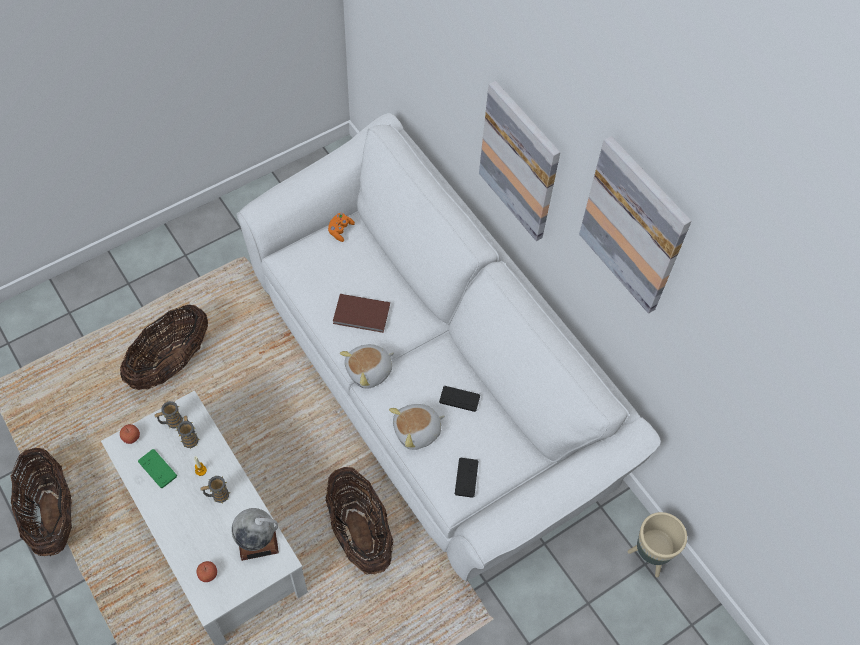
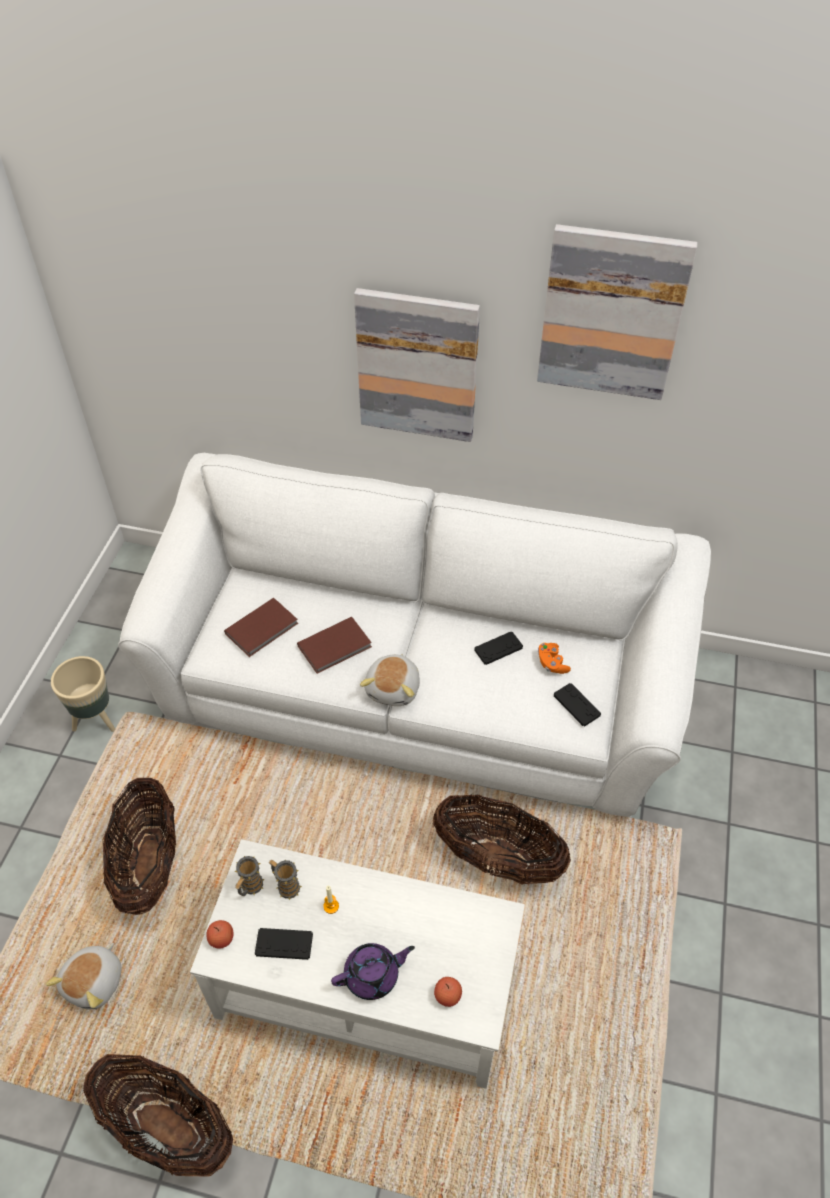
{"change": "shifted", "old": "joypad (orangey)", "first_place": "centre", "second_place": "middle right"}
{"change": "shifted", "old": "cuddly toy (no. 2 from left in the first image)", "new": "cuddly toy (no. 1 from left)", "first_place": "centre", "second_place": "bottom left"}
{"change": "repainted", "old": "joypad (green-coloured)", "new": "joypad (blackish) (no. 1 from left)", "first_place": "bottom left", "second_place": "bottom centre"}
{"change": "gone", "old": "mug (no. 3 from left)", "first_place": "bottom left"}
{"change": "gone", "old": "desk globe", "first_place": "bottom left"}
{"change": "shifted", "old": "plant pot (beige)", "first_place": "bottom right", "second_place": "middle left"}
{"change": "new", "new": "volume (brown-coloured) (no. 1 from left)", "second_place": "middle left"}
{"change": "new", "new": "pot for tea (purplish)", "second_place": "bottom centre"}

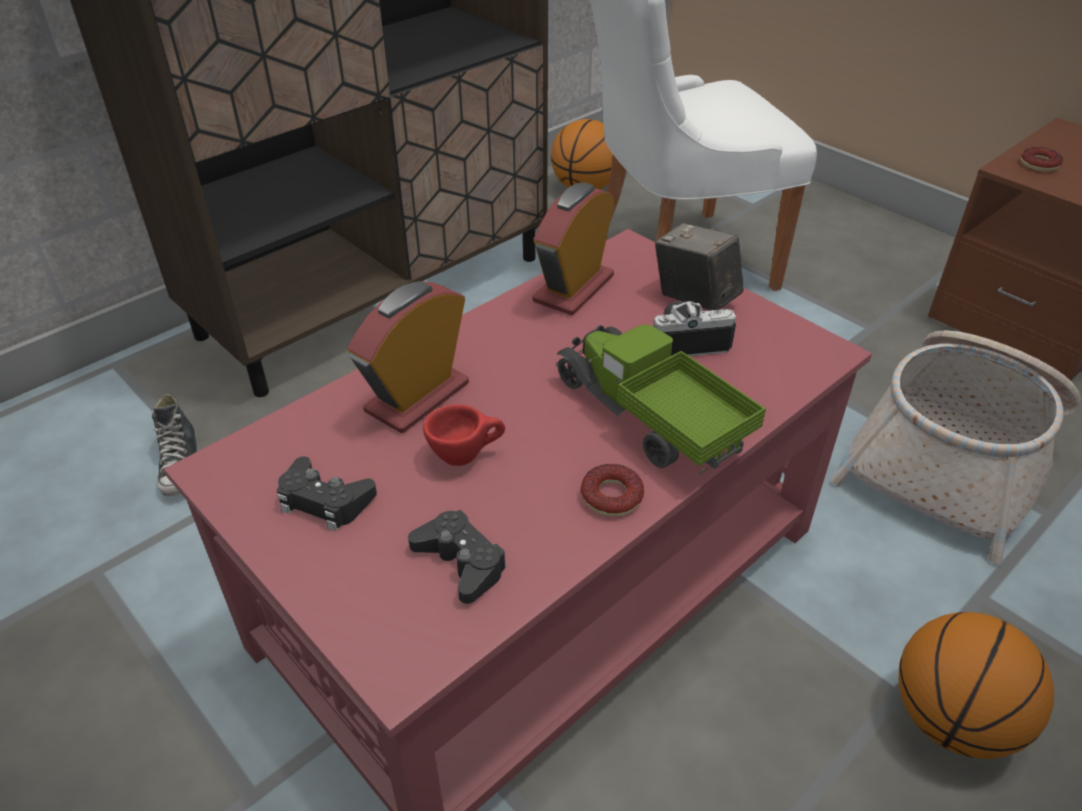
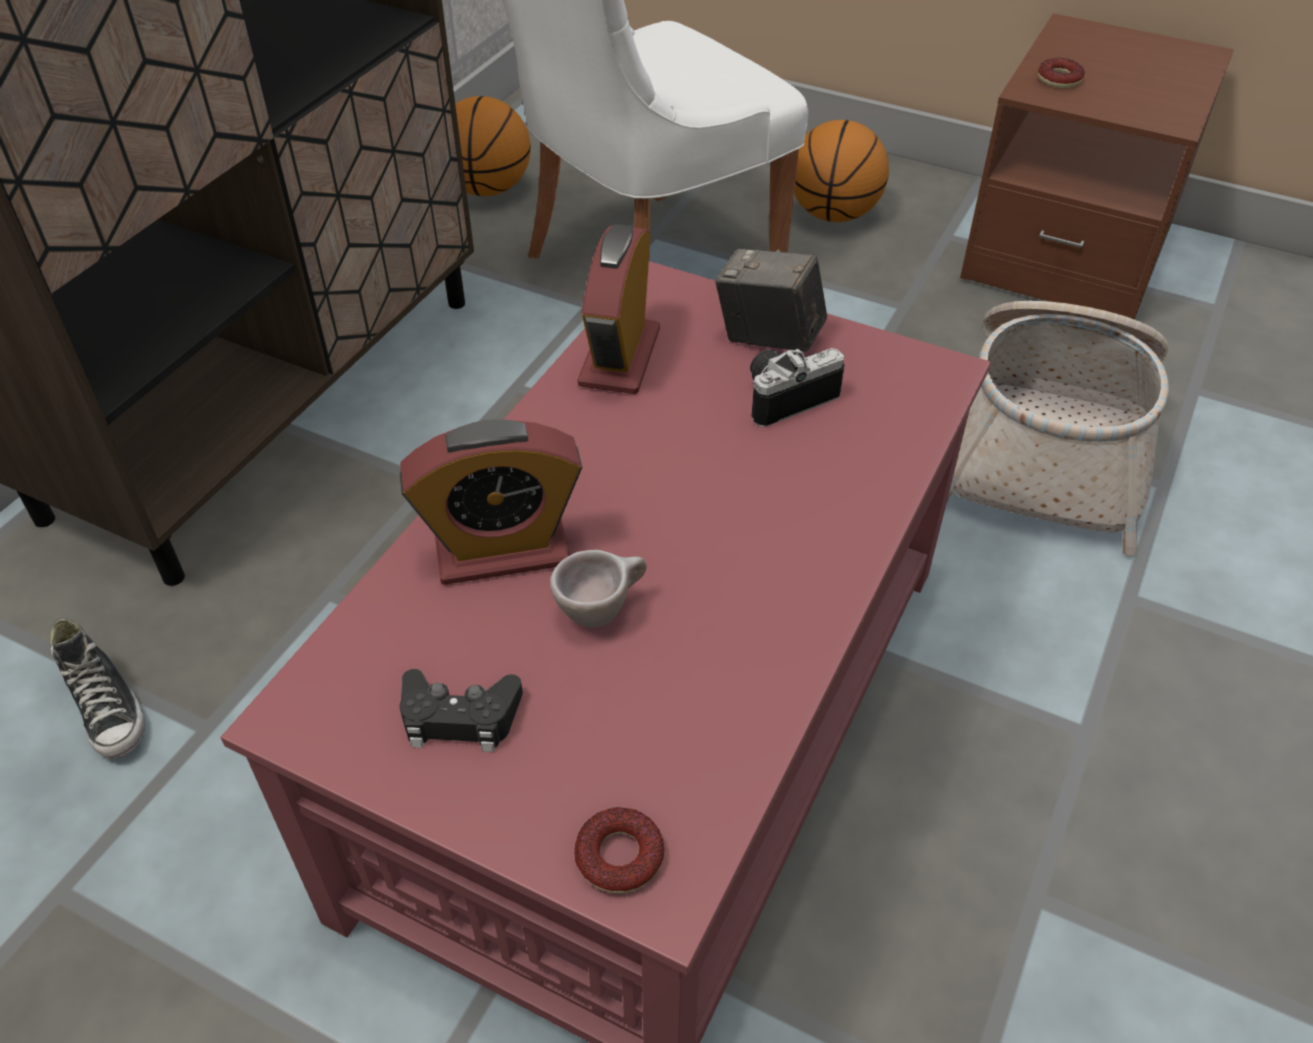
{"change": "rotated", "old": "alarm clock (no. 1 from left)", "first_place": "centre", "second_place": "centre", "degrees": -120}
{"change": "gone", "old": "toy lorry", "first_place": "centre"}
{"change": "repainted", "old": "cup (reddish)", "new": "cup (beige)", "first_place": "centre", "second_place": "centre"}
{"change": "shifted", "old": "ring doughnut (no. 1 from left)", "first_place": "centre", "second_place": "bottom centre"}
{"change": "gone", "old": "joypad (blackish) (no. 2 from left)", "first_place": "bottom centre"}
{"change": "shifted", "old": "ball for basketball (no. 2 from left)", "first_place": "bottom right", "second_place": "top centre"}

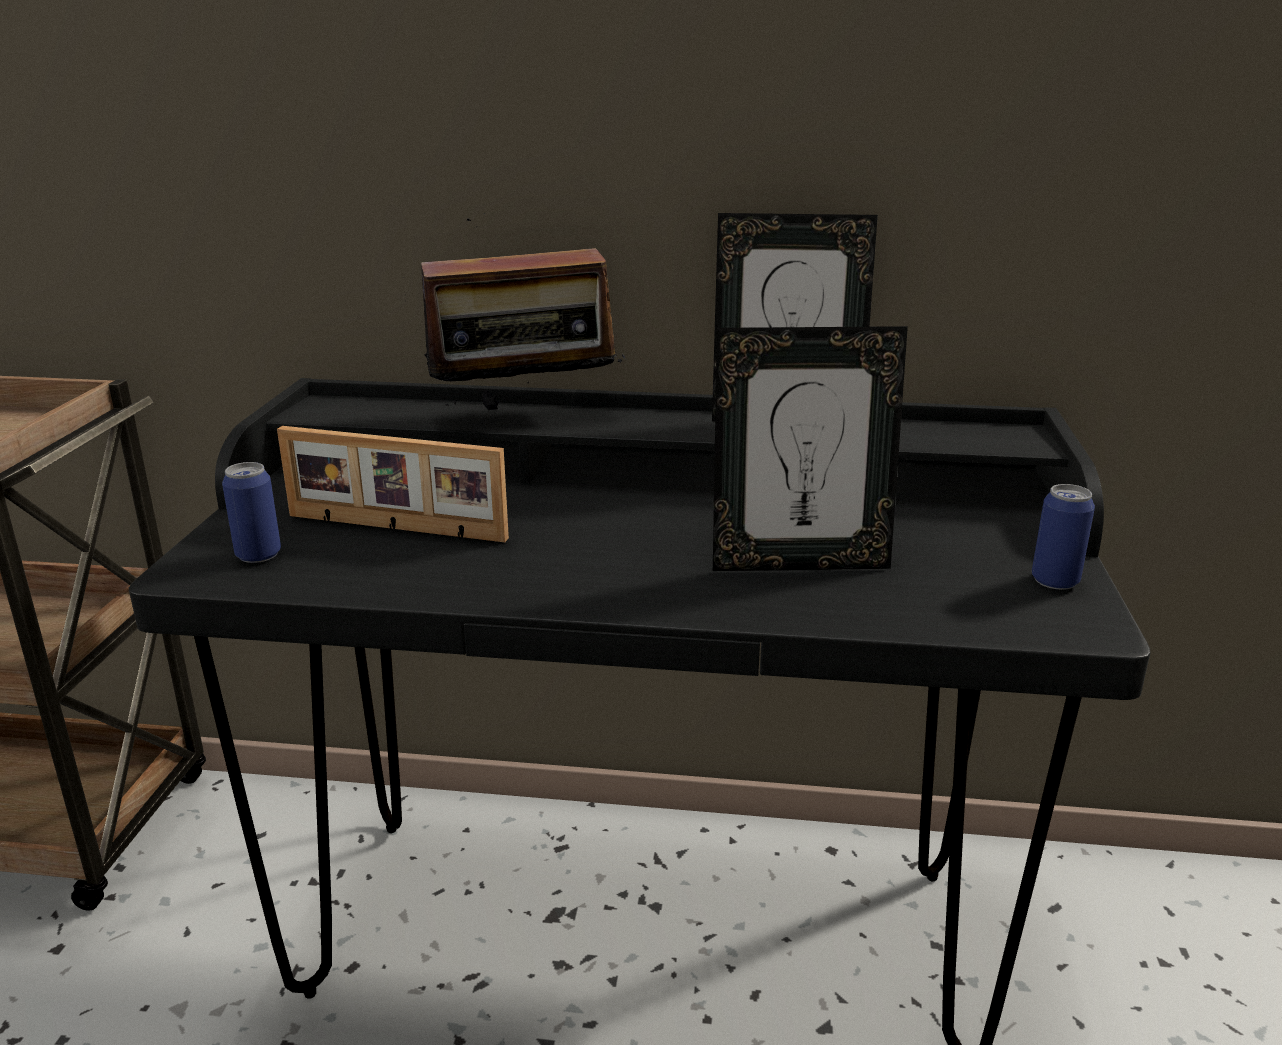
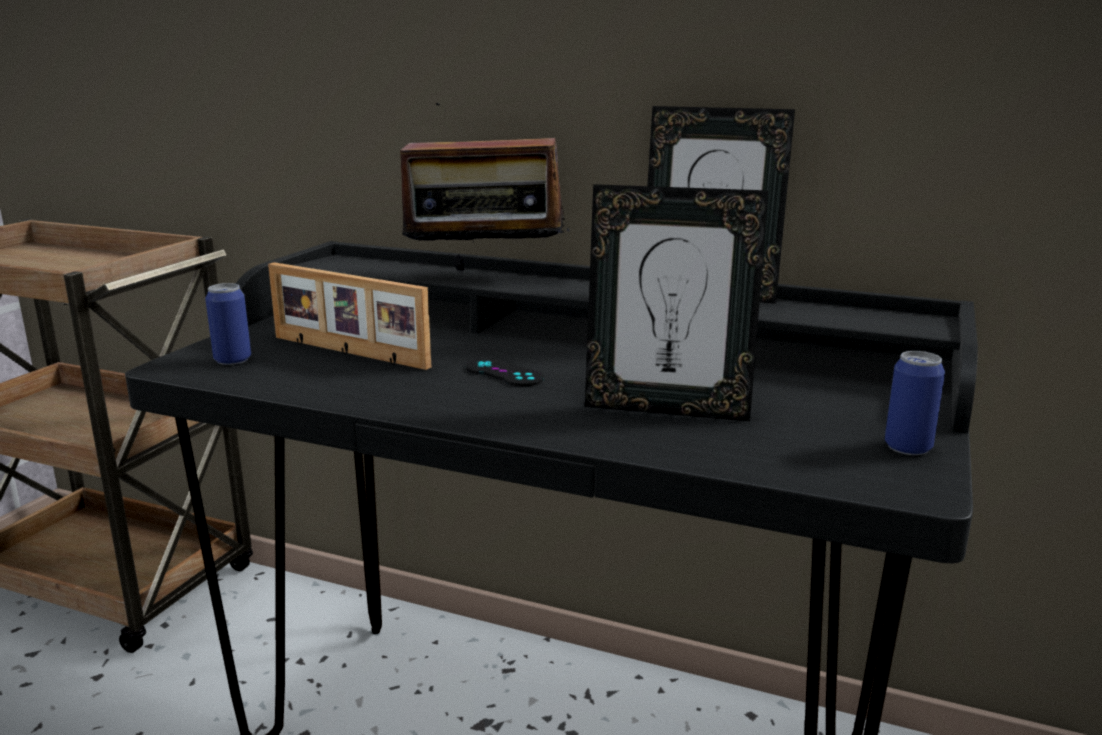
{"change": "new", "new": "joypad (blackish)", "second_place": "centre"}

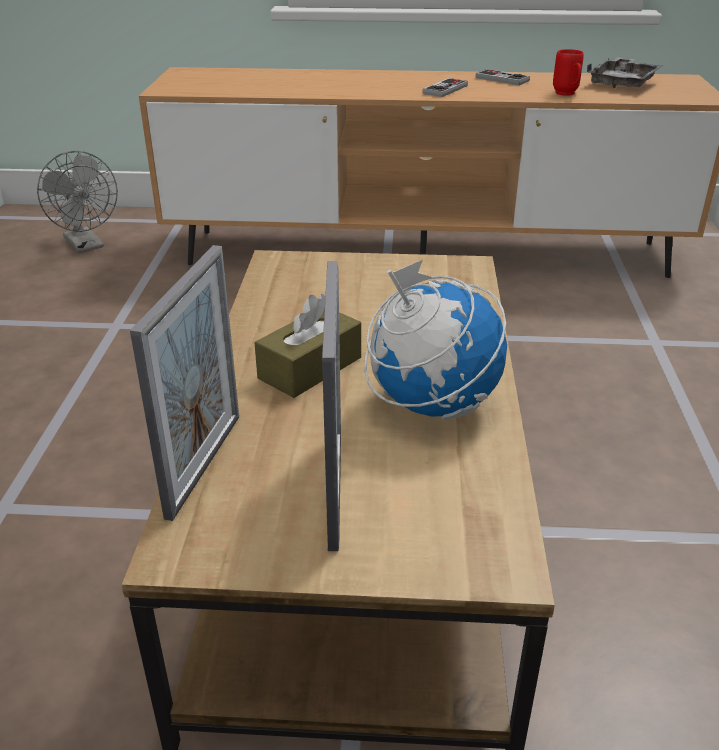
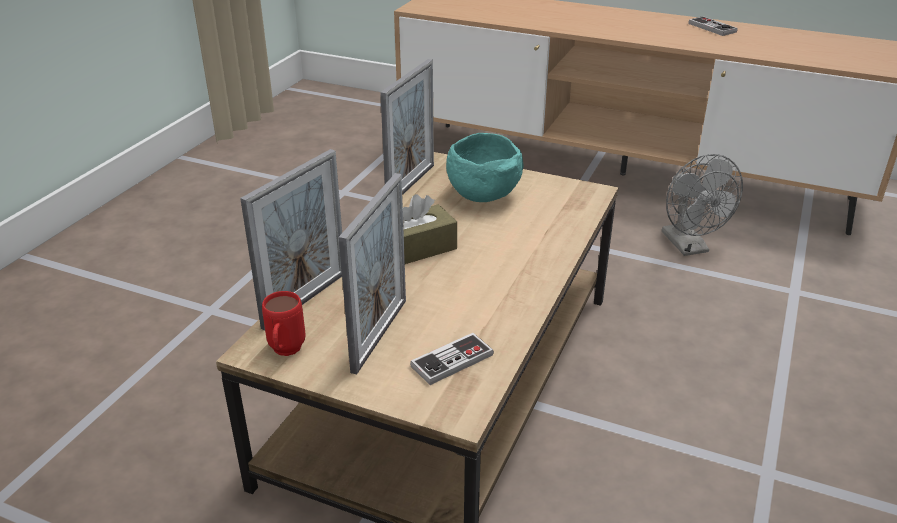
{"change": "shifted", "old": "mug (reddish)", "first_place": "top right", "second_place": "middle left"}
{"change": "gone", "old": "serving tray (gray)", "first_place": "top right"}
{"change": "shifted", "old": "joypad (no. 1 from left)", "first_place": "top centre", "second_place": "bottom centre"}
{"change": "shifted", "old": "electric fan (gray)", "first_place": "top left", "second_place": "middle right"}
{"change": "gone", "old": "desk globe", "first_place": "centre"}
{"change": "new", "new": "standing frame (no. 3 from left)", "second_place": "top centre"}
{"change": "new", "new": "serving bowl (turquoise-coloured)", "second_place": "top centre"}

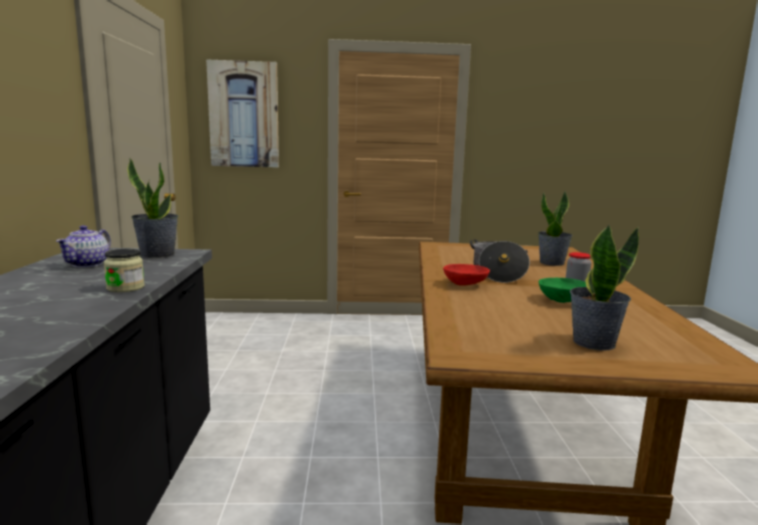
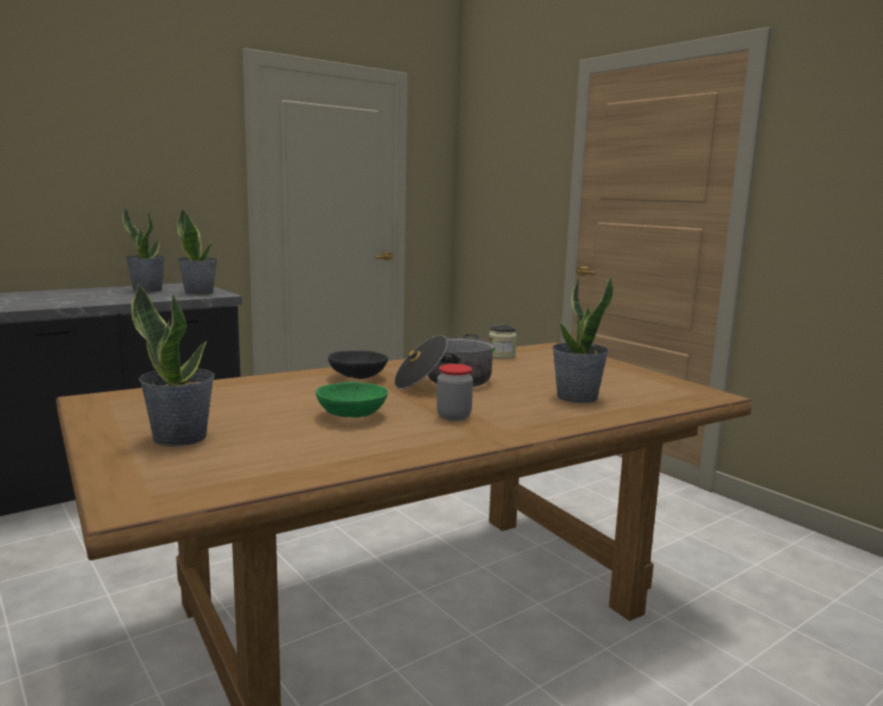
{"change": "gone", "old": "wall picture", "first_place": "top left"}
{"change": "swapped", "old": "pot for tea", "new": "potted plant (no. 1 from left)", "first_place": "middle left", "second_place": "middle left"}
{"change": "shifted", "old": "storage jar (no. 1 from left in the first image)", "new": "storage jar (no. 2 from left)", "first_place": "middle left", "second_place": "centre"}
{"change": "repainted", "old": "serving bowl (reddish)", "new": "serving bowl (blackish)", "first_place": "centre", "second_place": "centre"}

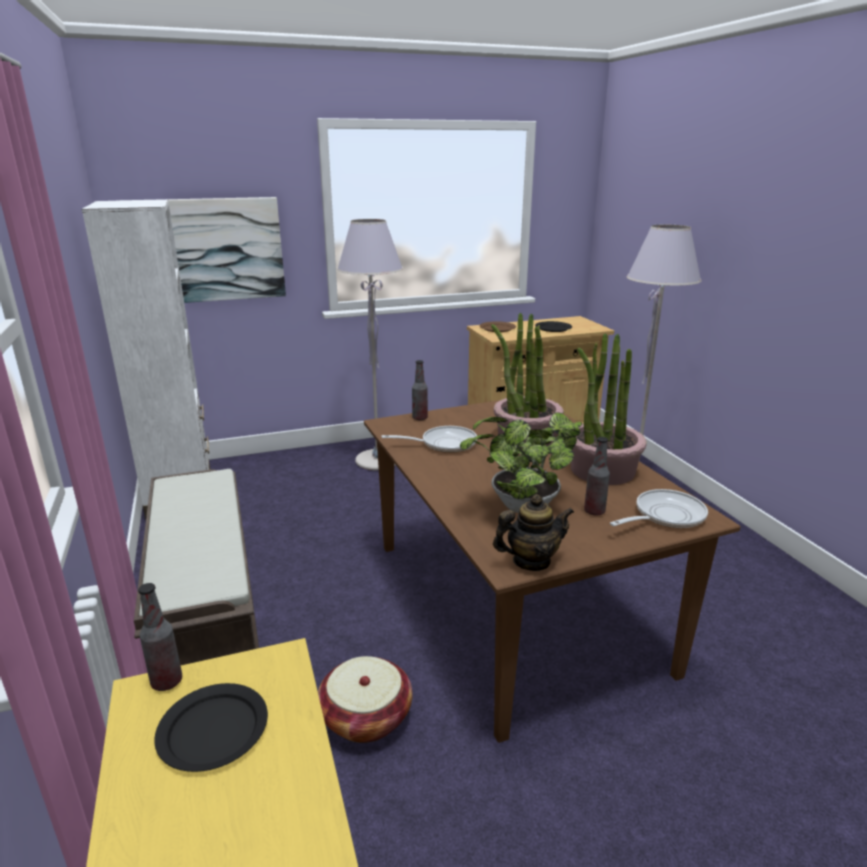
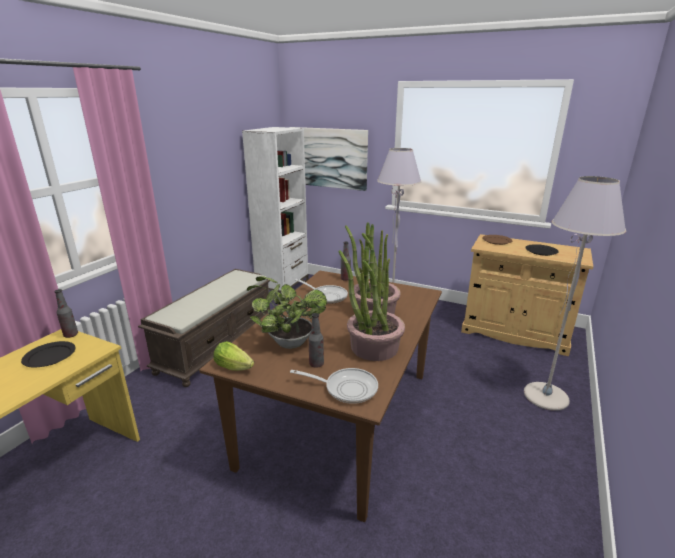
{"change": "swapped", "old": "pot for tea", "new": "head of lettuce", "first_place": "centre", "second_place": "centre"}
{"change": "gone", "old": "storage basket", "first_place": "bottom centre"}

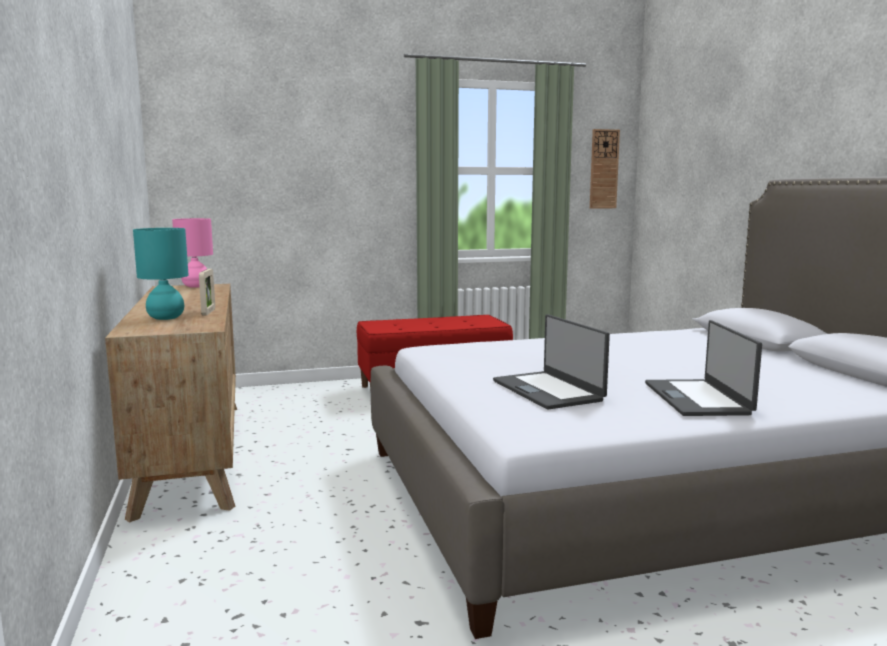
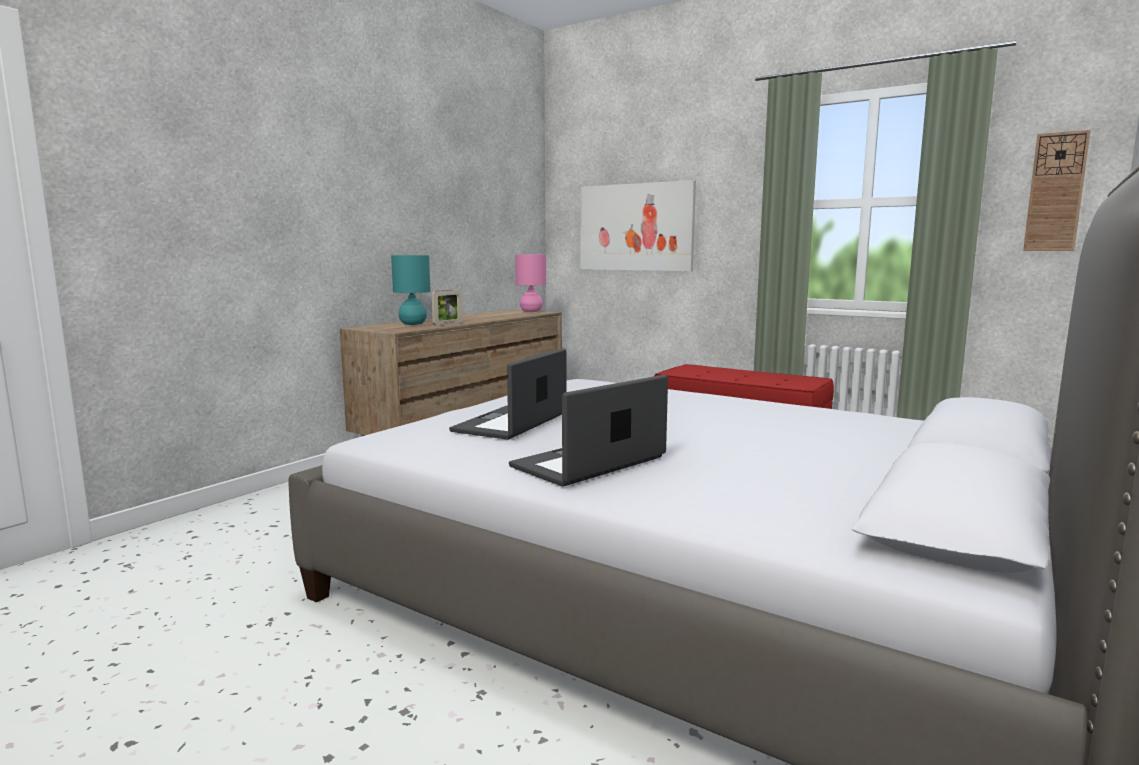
{"change": "new", "new": "wall picture", "second_place": "top centre"}

